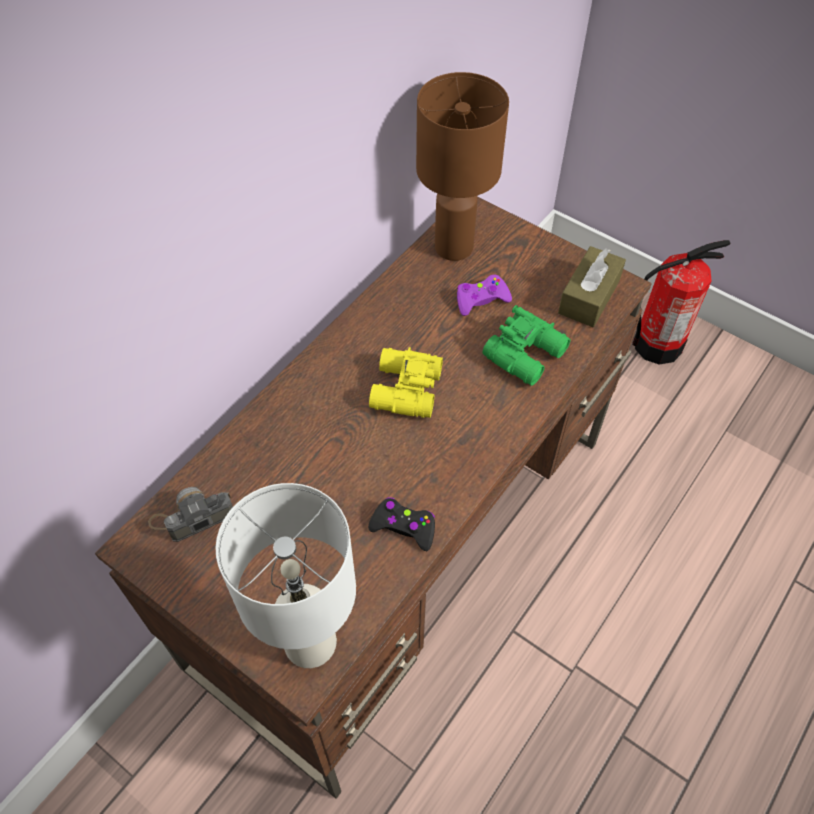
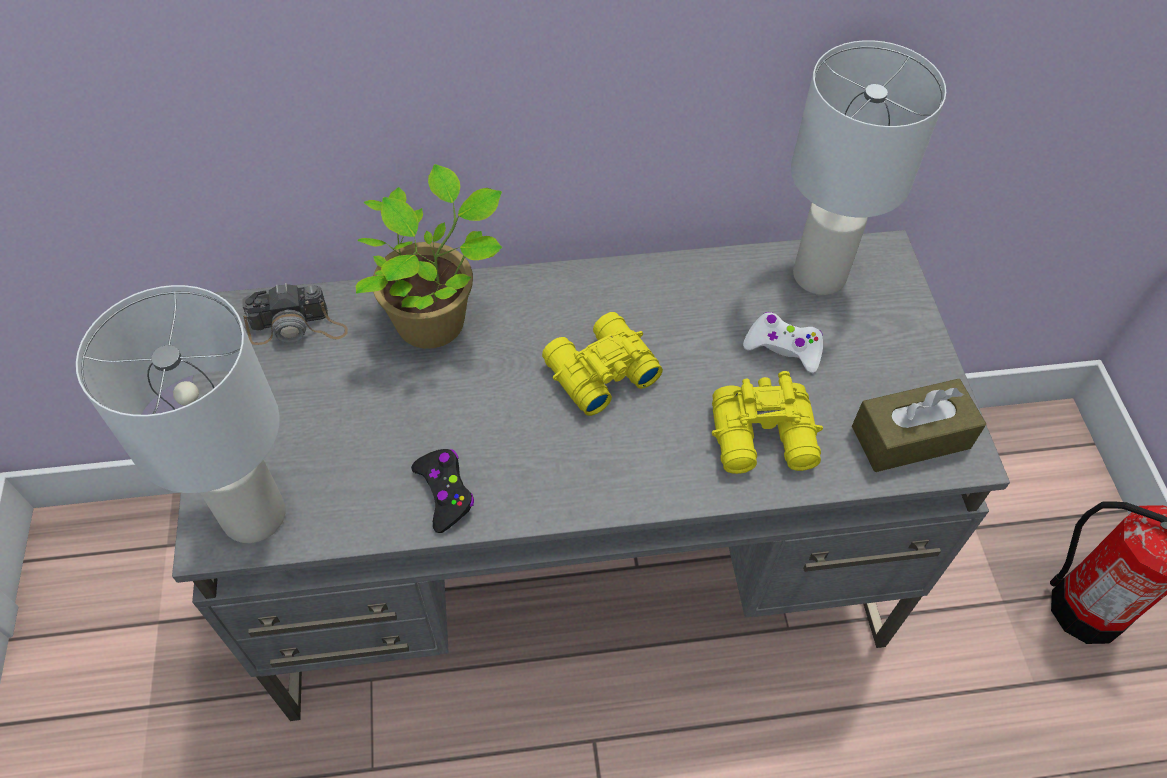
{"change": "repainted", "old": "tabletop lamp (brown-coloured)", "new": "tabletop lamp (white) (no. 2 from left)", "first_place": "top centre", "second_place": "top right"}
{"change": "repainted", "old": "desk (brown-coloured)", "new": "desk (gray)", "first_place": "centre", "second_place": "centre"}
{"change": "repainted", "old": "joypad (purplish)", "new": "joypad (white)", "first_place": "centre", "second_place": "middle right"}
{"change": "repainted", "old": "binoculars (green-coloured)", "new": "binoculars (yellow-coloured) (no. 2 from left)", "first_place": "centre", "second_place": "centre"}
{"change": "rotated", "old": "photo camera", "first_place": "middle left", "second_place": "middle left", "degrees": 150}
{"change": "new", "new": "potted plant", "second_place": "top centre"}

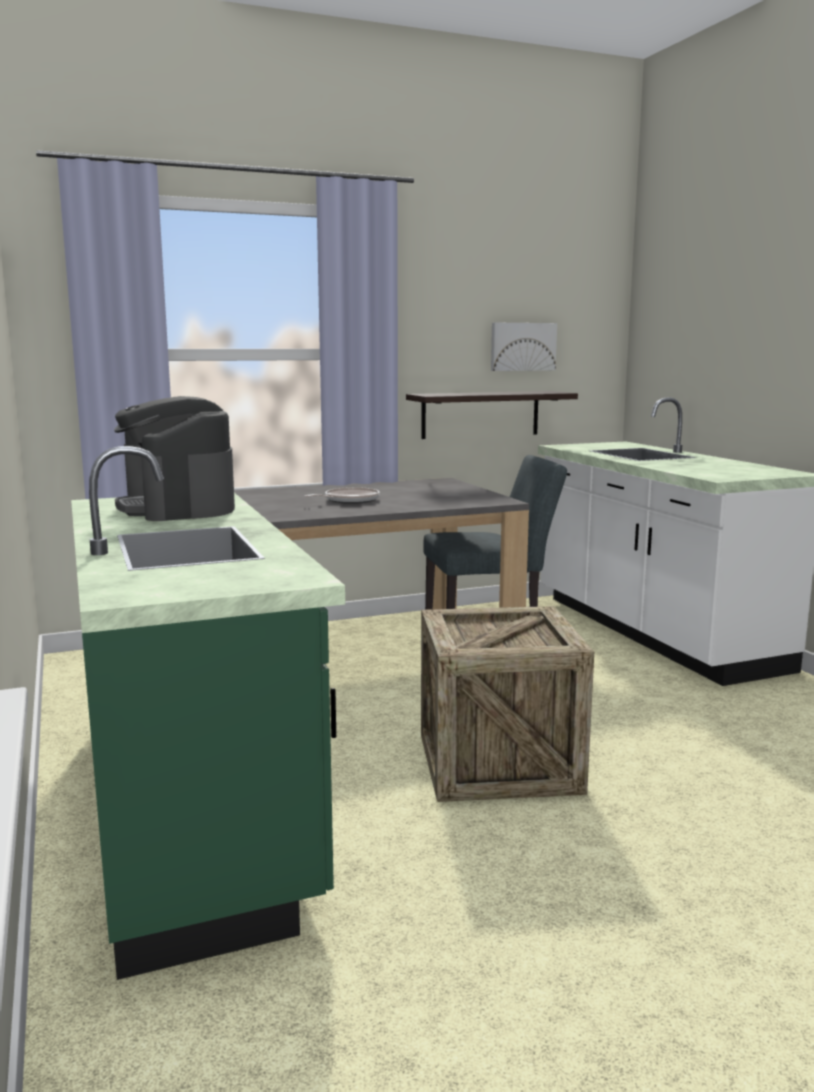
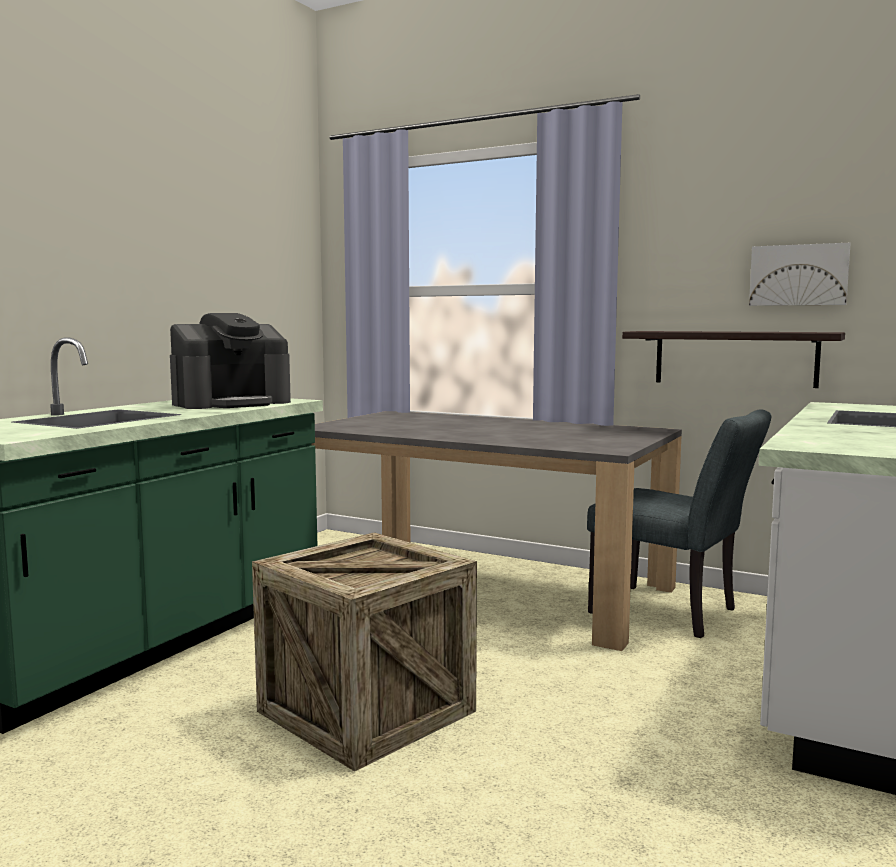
{"change": "rotated", "old": "coffee machine", "first_place": "middle left", "second_place": "middle left", "degrees": -150}
{"change": "gone", "old": "skillet", "first_place": "centre"}

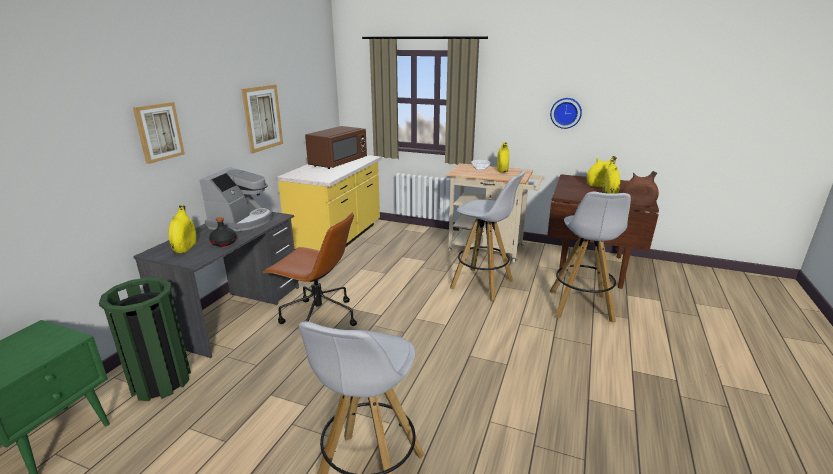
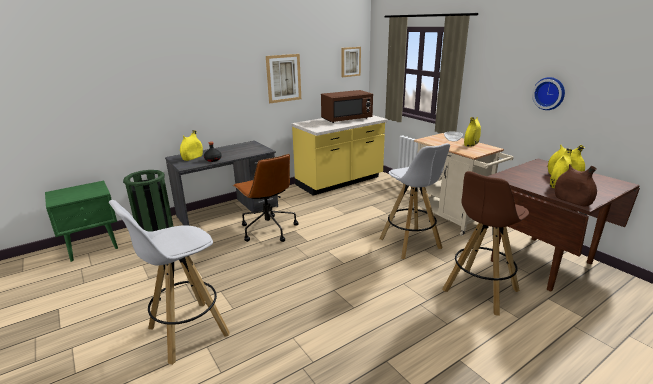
{"change": "shifted", "old": "wall picture (no. 1 from left in the first image)", "new": "wall picture (no. 2 from left)", "first_place": "top left", "second_place": "top centre"}
{"change": "gone", "old": "coffee machine", "first_place": "middle left"}
{"change": "repainted", "old": "sitting stool (white) (no. 3 from left)", "new": "sitting stool (brown-coloured)", "first_place": "middle right", "second_place": "middle right"}

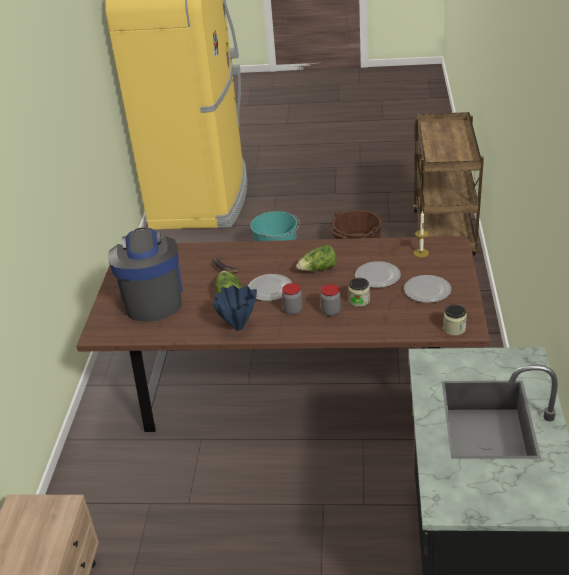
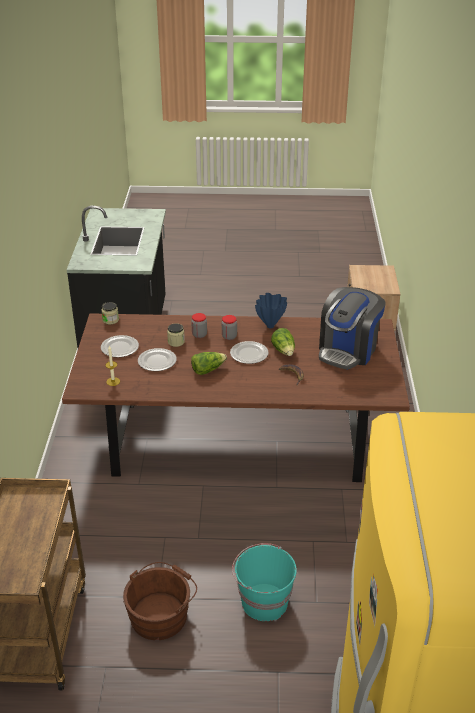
{"change": "rotated", "old": "coffee machine", "first_place": "middle left", "second_place": "middle right", "degrees": 45}

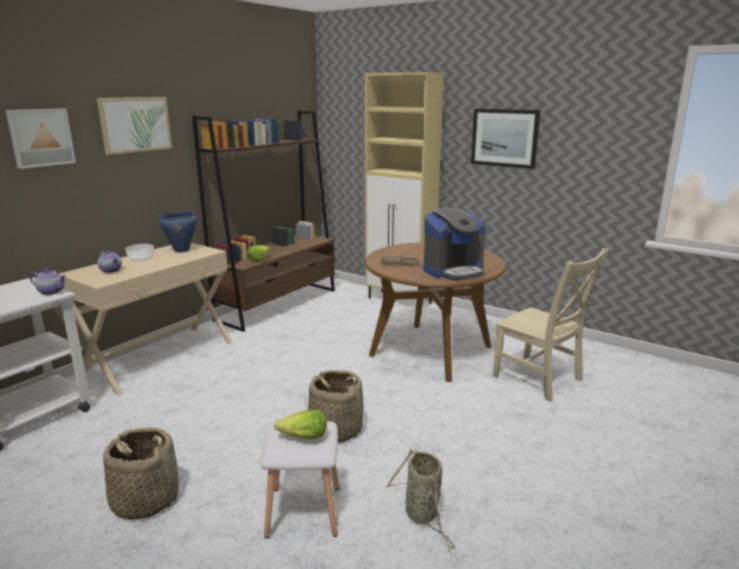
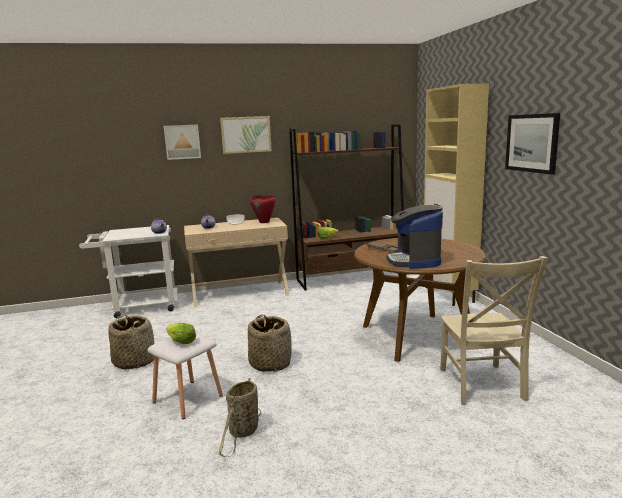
{"change": "rotated", "old": "coffee machine", "first_place": "centre", "second_place": "centre", "degrees": 75}
{"change": "repainted", "old": "saucepot (blue-coloured)", "new": "saucepot (reddish)", "first_place": "middle left", "second_place": "centre"}

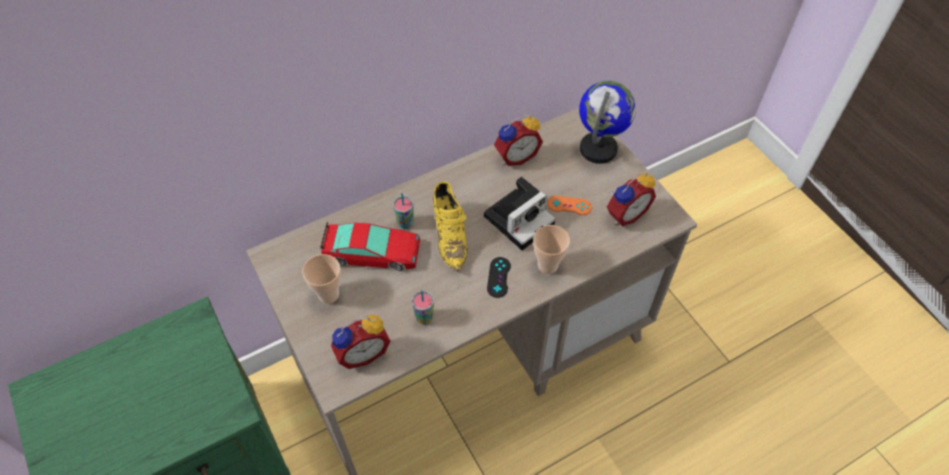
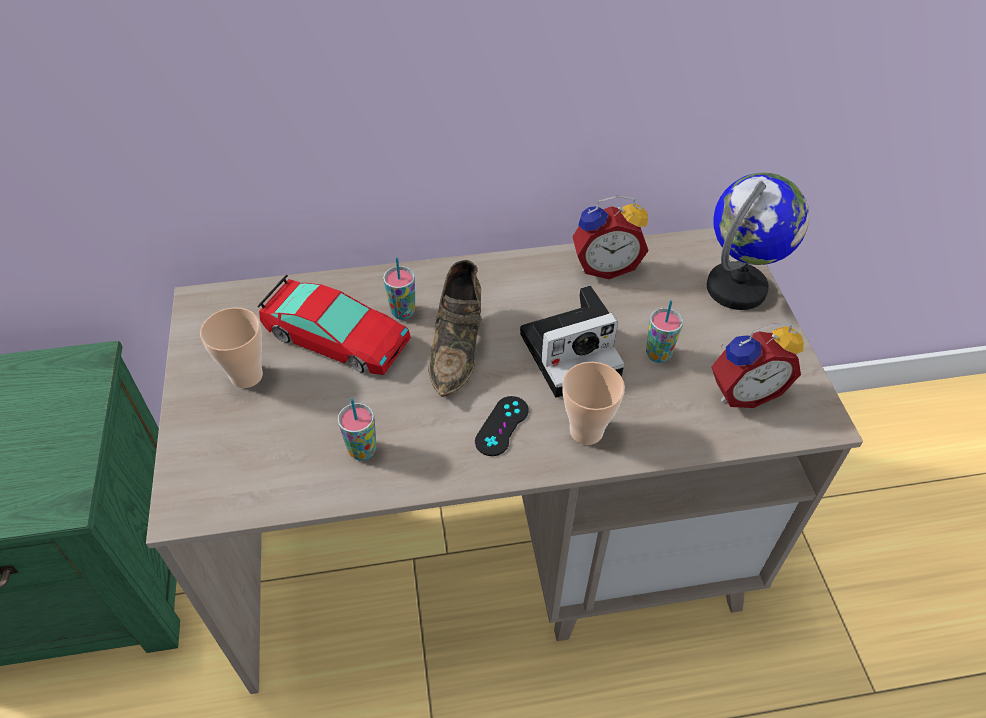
{"change": "repainted", "old": "item of footwear (yellow-coloured)", "new": "item of footwear (brown-coloured)", "first_place": "centre", "second_place": "centre"}
{"change": "swapped", "old": "joypad (orangey)", "new": "cup (no. 5 from left)", "first_place": "centre", "second_place": "middle right"}
{"change": "gone", "old": "alarm clock (no. 1 from left)", "first_place": "bottom centre"}

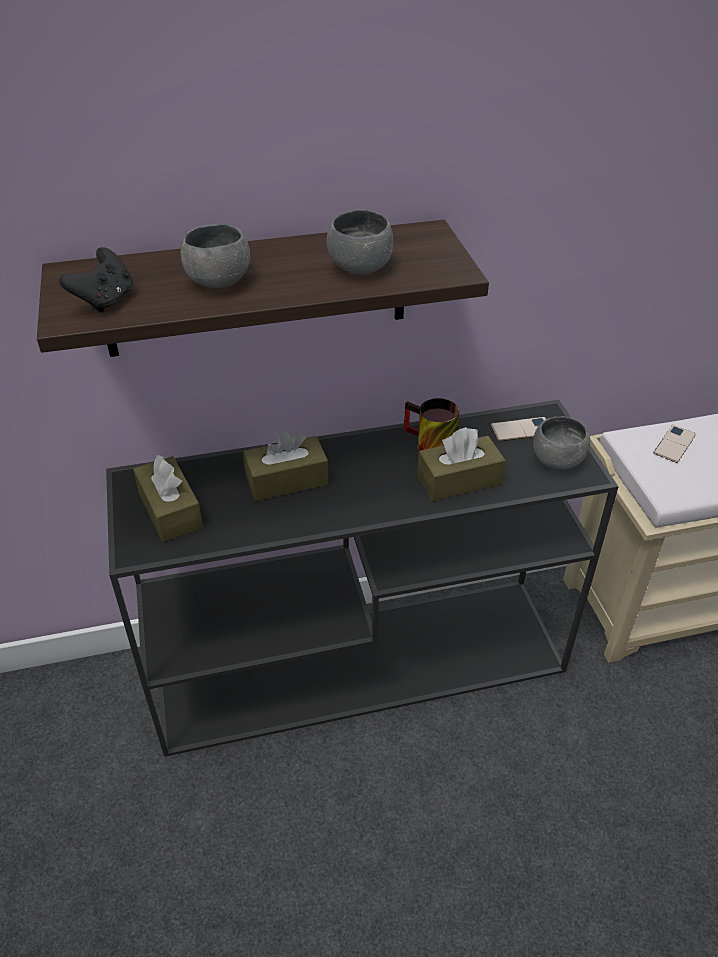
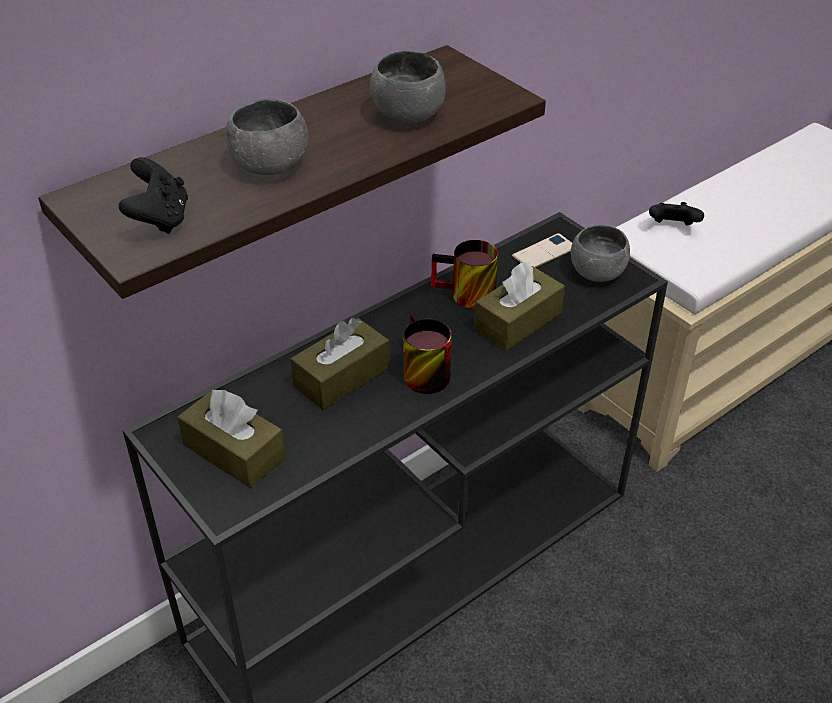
{"change": "swapped", "old": "telephone (no. 2 from left)", "new": "joypad (blackish) (no. 2 from left)", "first_place": "middle right", "second_place": "top right"}
{"change": "new", "new": "mug (no. 1 from left)", "second_place": "centre"}

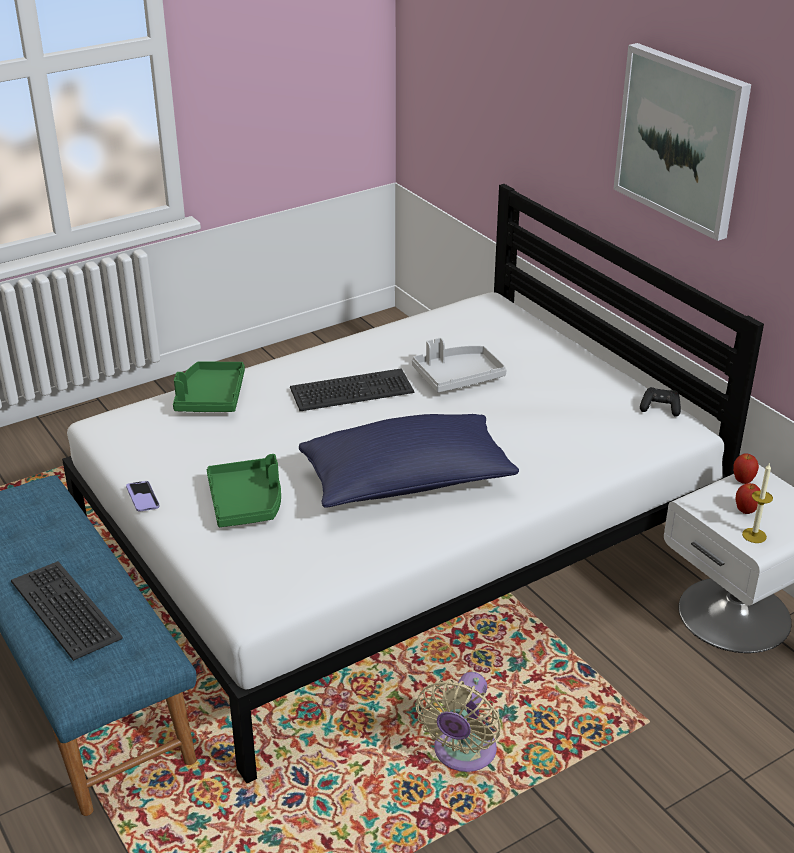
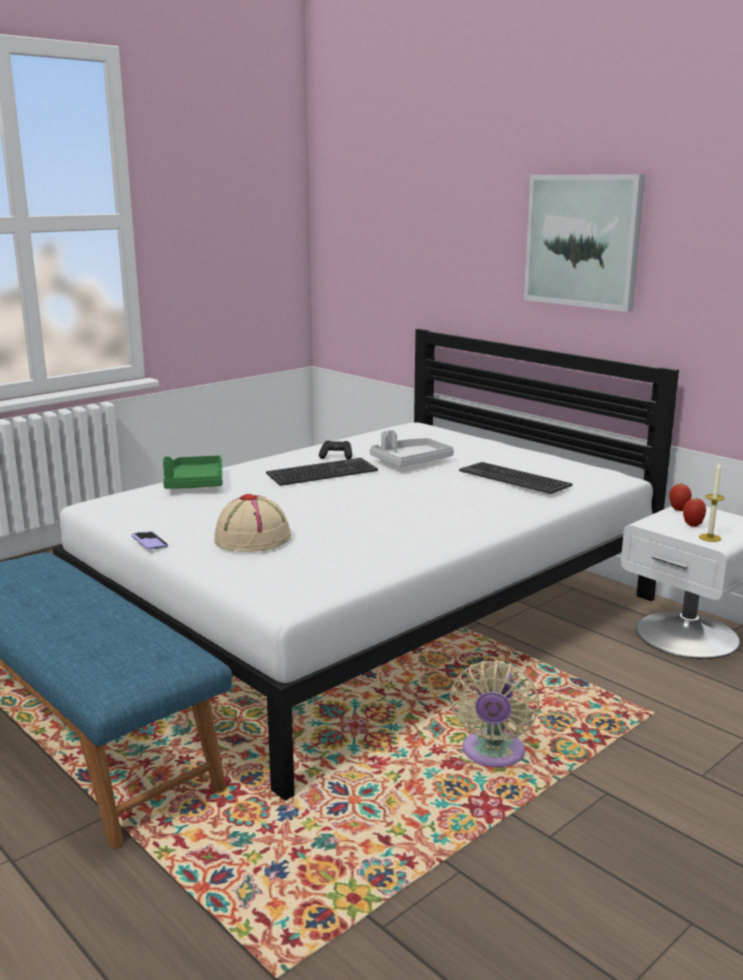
{"change": "shifted", "old": "joypad (blackish)", "first_place": "middle right", "second_place": "centre"}
{"change": "gone", "old": "throw pillow (blue-coloured)", "first_place": "centre"}
{"change": "swapped", "old": "serving tray (green-coloured) (no. 2 from left)", "new": "clothing hat (beige)", "first_place": "middle left", "second_place": "centre"}
{"change": "shifted", "old": "computer keyboard (no. 1 from left in the first image)", "new": "computer keyboard (no. 2 from left)", "first_place": "bottom left", "second_place": "middle right"}

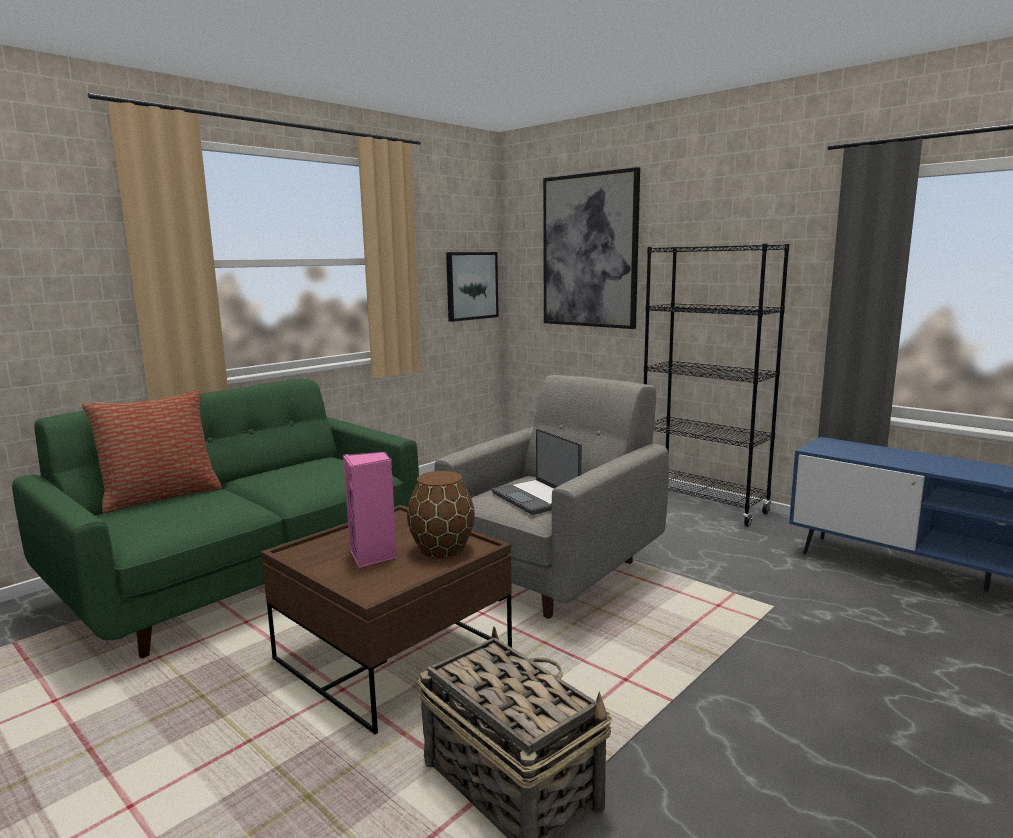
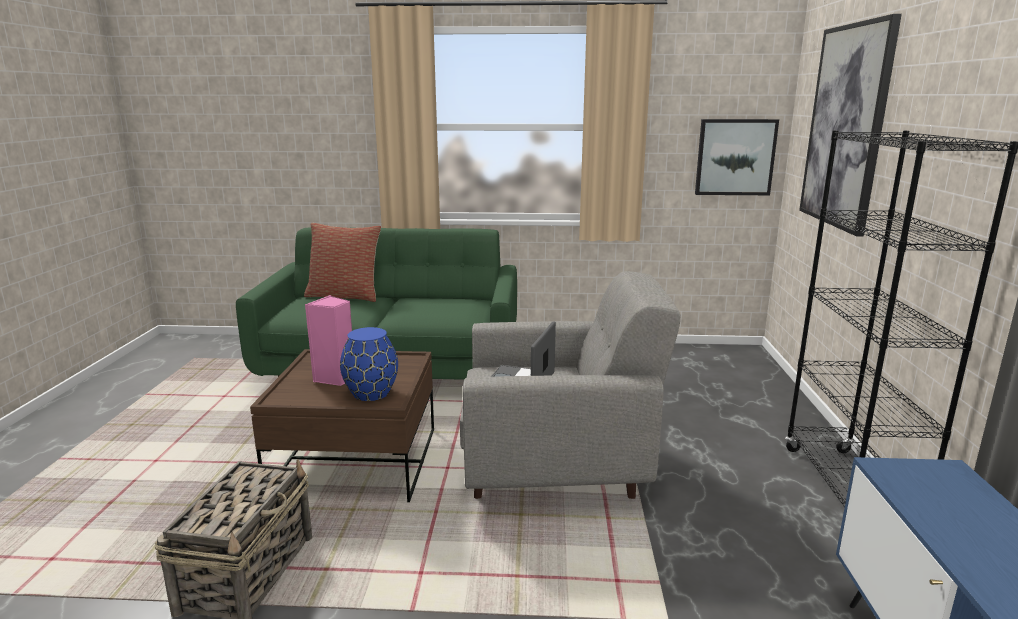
{"change": "repainted", "old": "decorative vase (brown-coloured)", "new": "decorative vase (blue-coloured)", "first_place": "centre", "second_place": "centre"}

